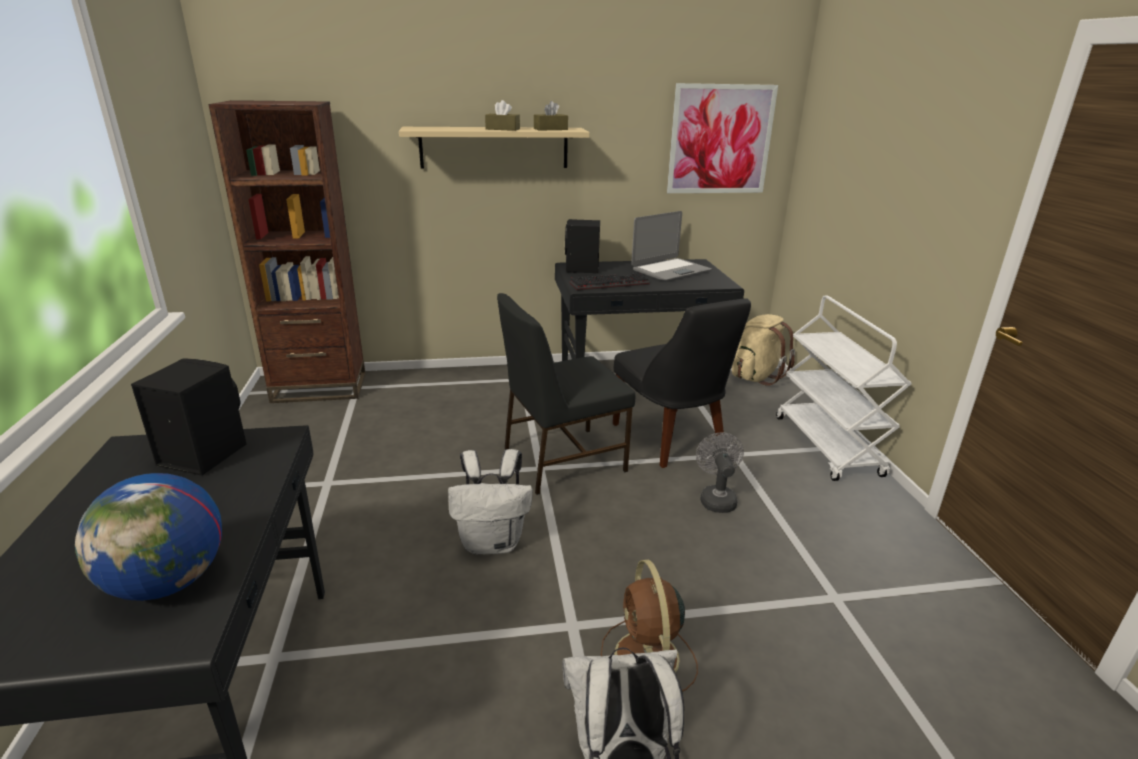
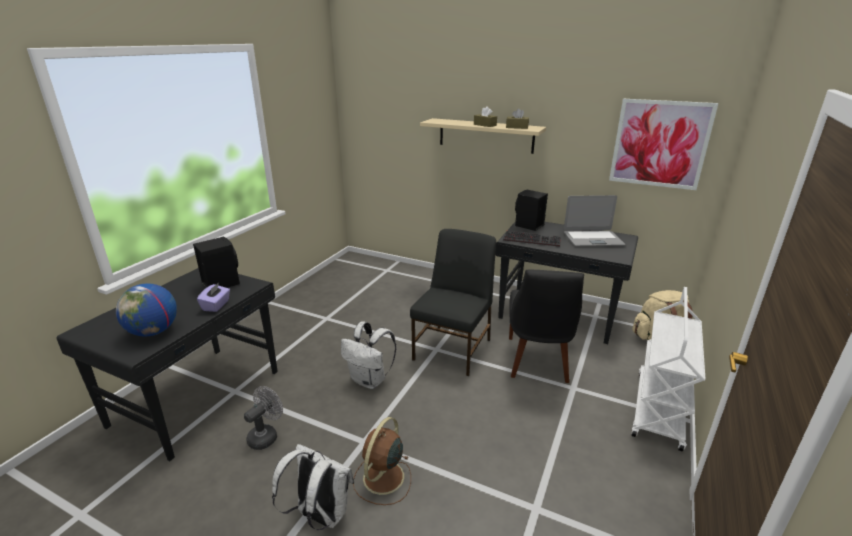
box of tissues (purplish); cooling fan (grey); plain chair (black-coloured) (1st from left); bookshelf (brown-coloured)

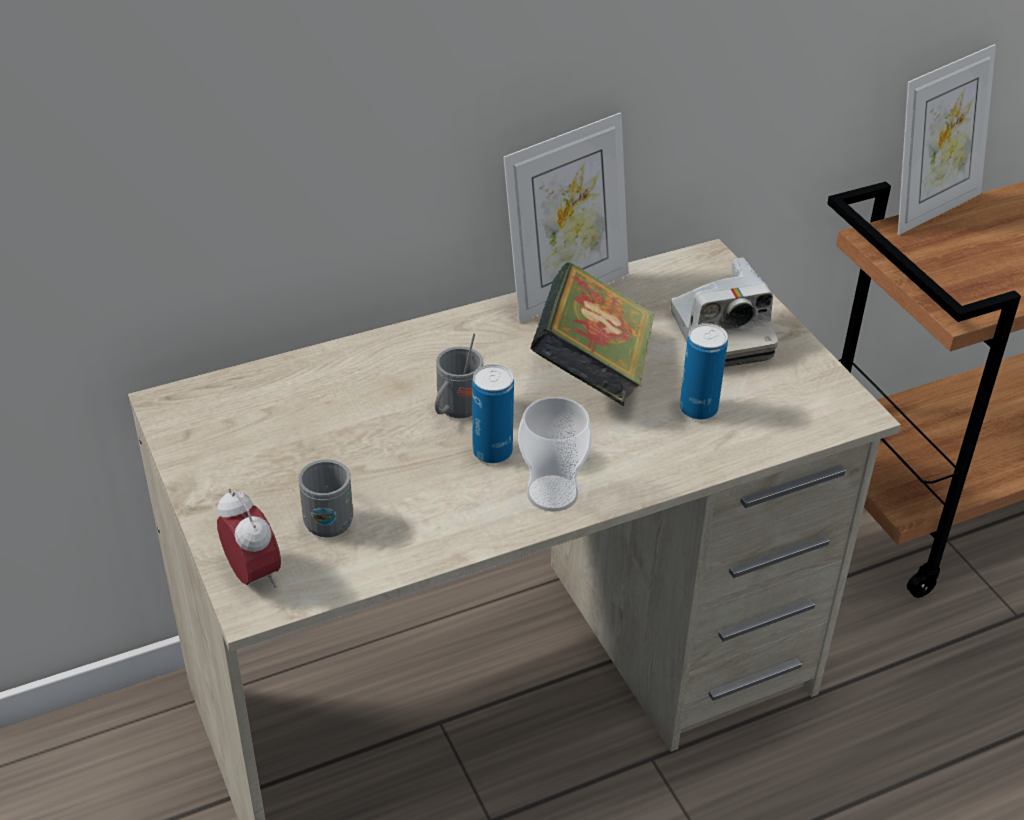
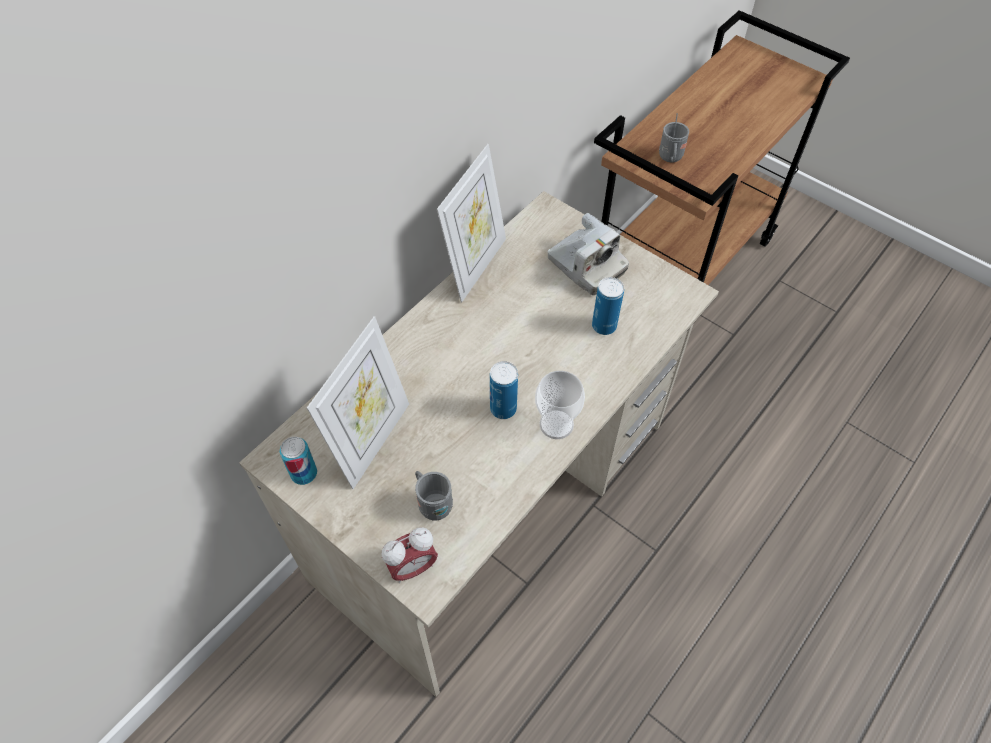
can (1st from left); photo frame (1st from left); bedside clock; mug (grey) (2nd from left); bound book

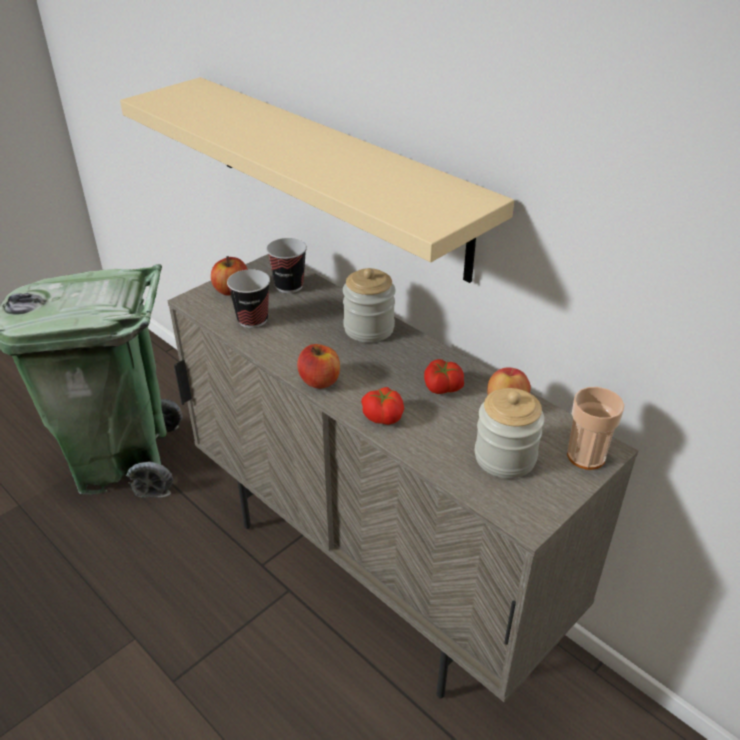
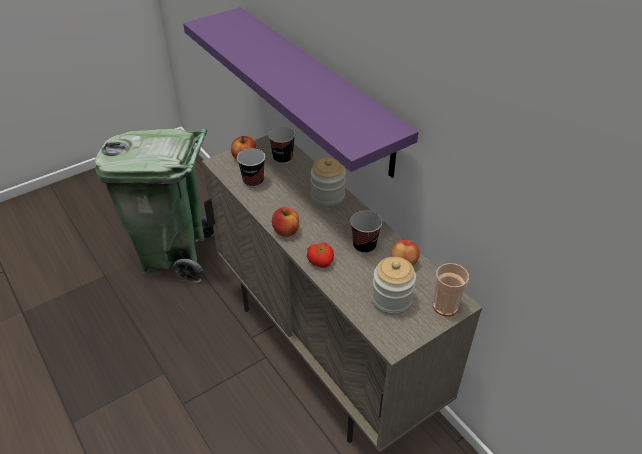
bracket shelf (purplish); cup (3rd from left)

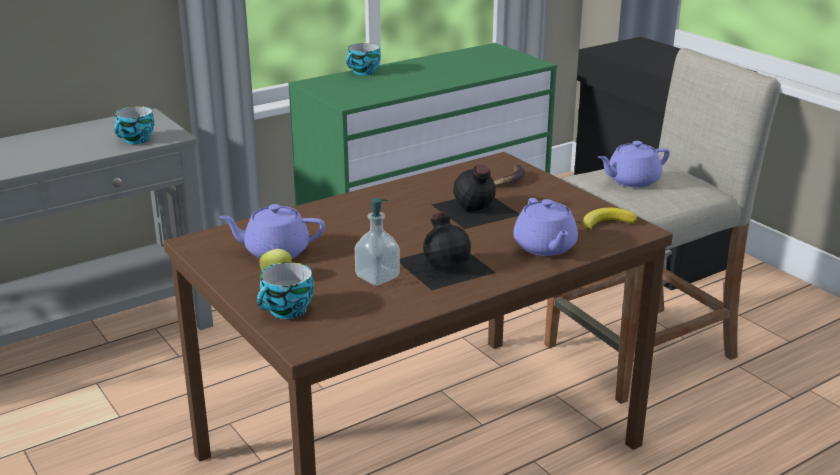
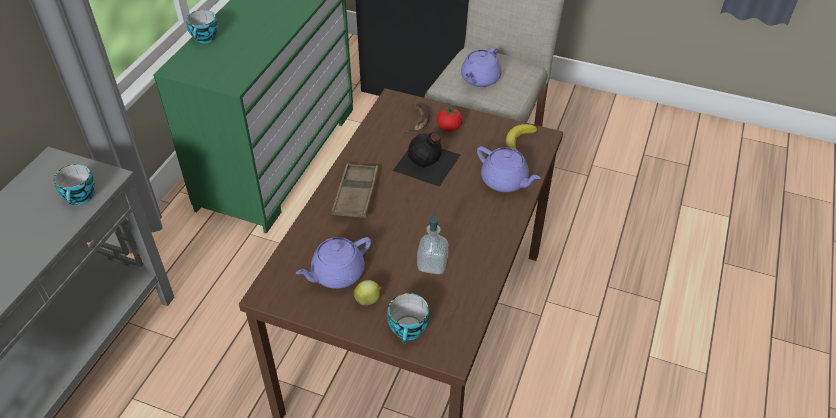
serving tray (brown-coloured); tomato; beverage bottle (black-coloured) (1st from left in the first image)

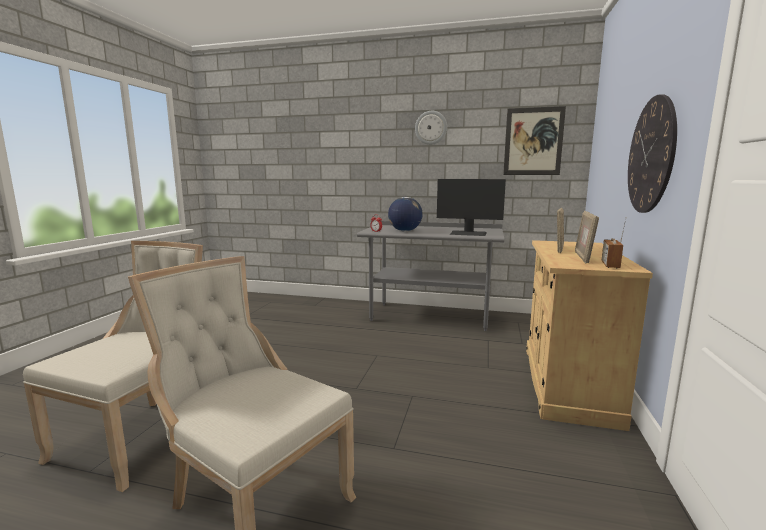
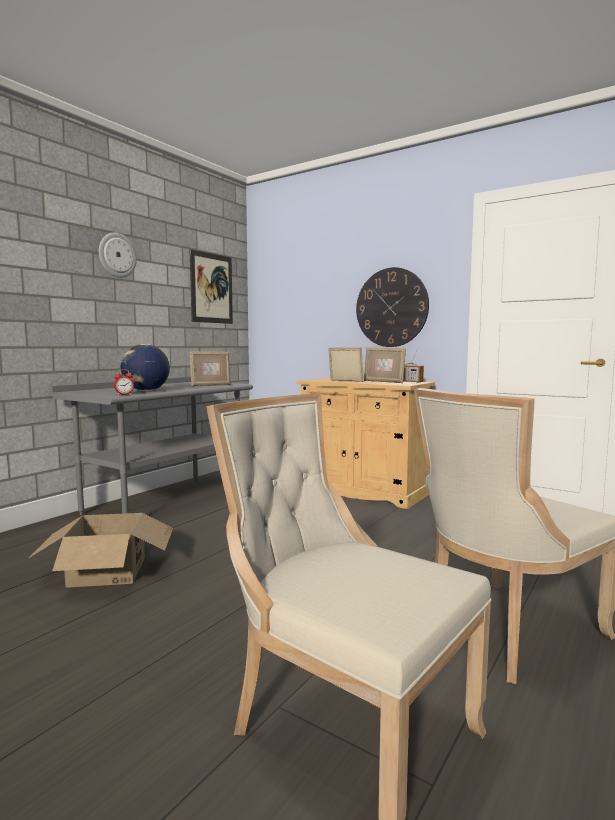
carton; photo frame (1st from left)

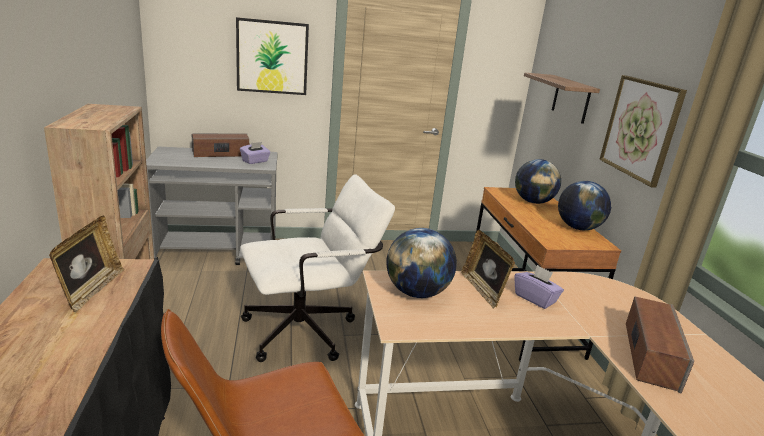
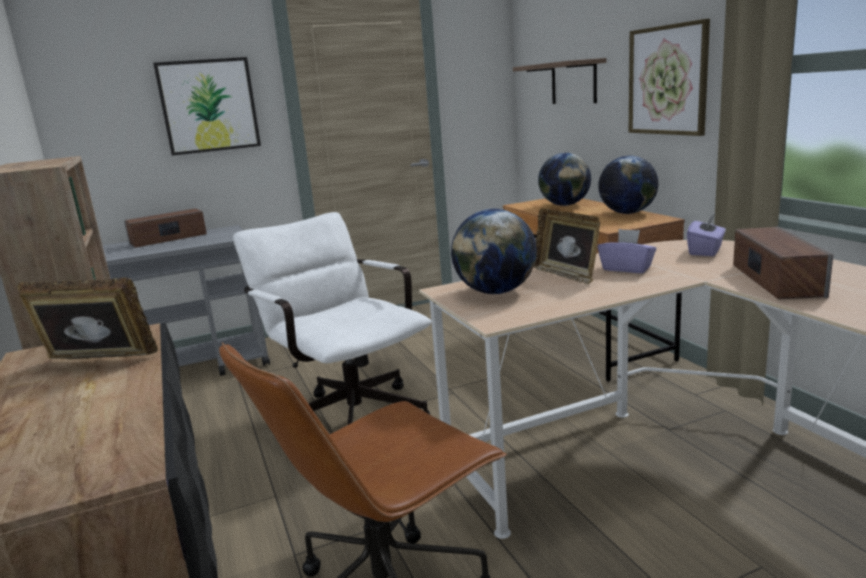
photo frame (1st from left); office chair (white-coloured); box of tissues (purplish) (2nd from left)

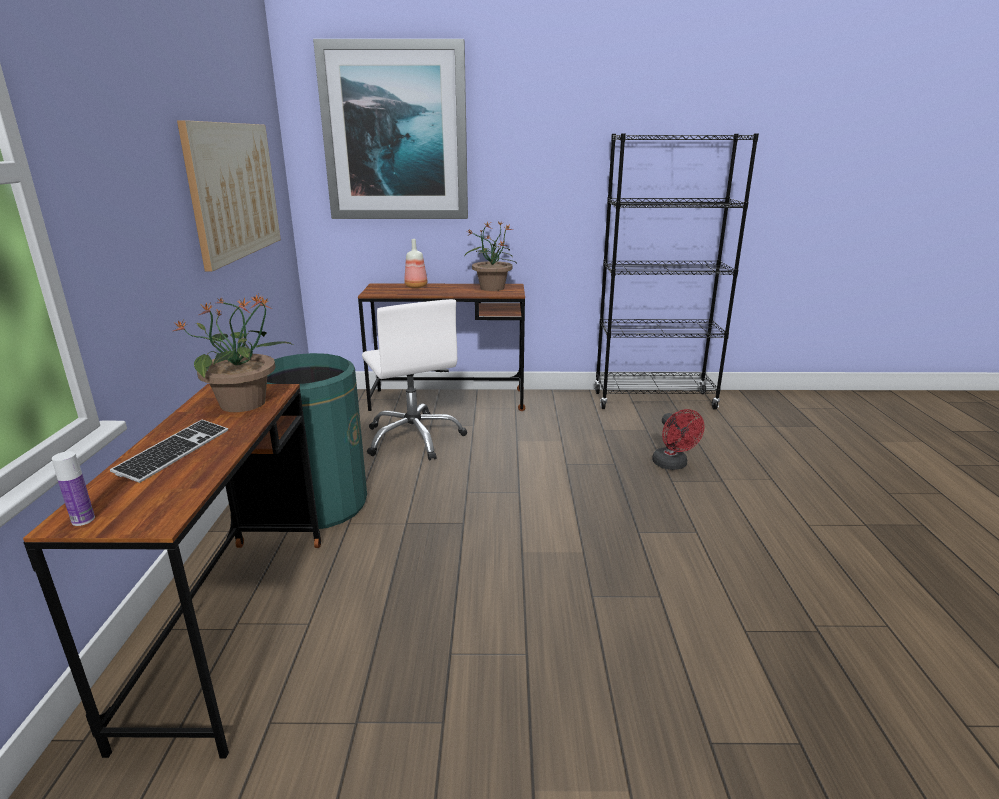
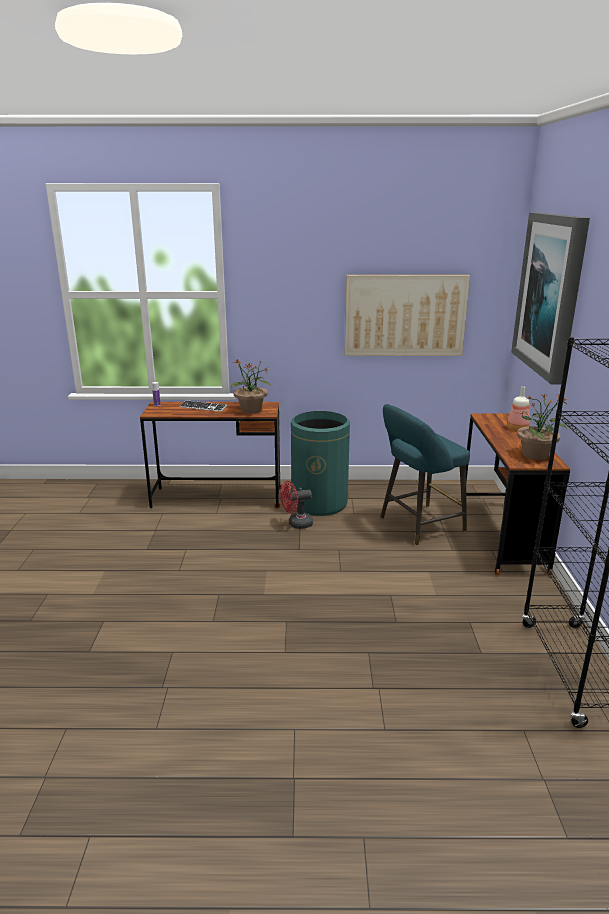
cooling fan (red-coloured); sitting stool (turquoise)

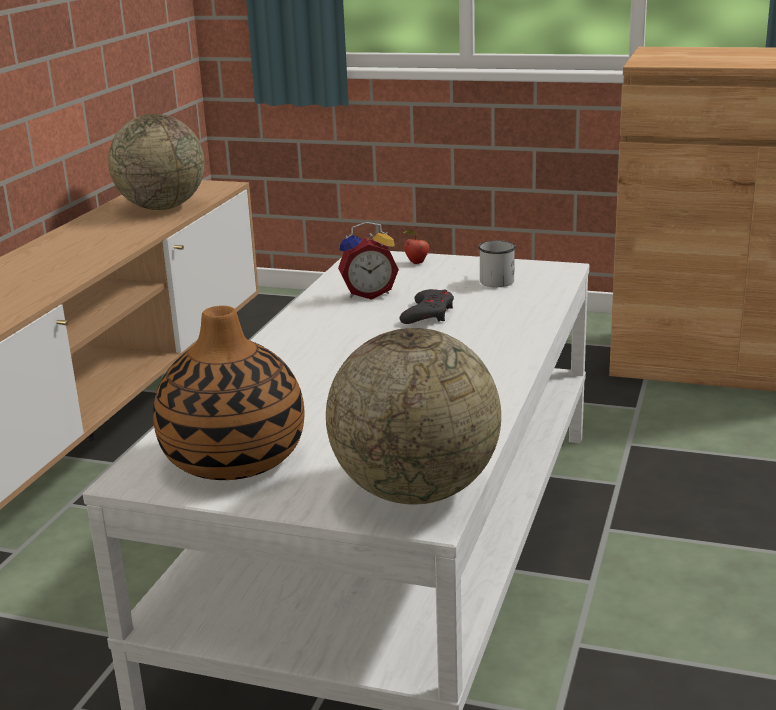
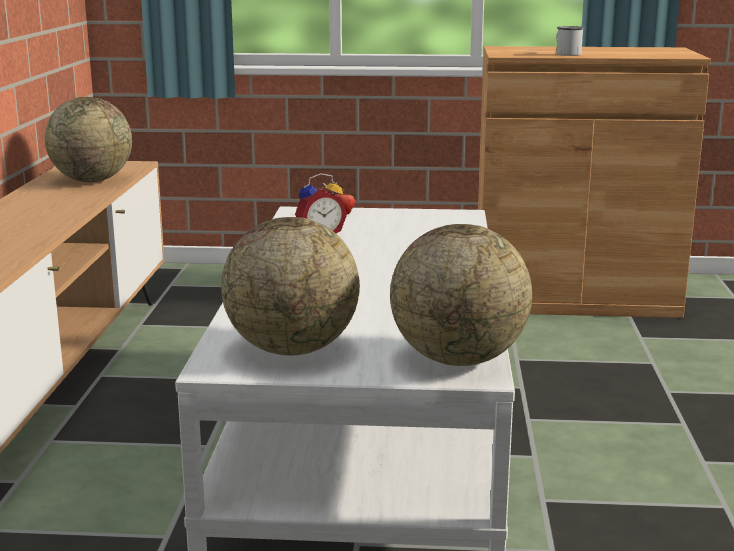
desk globe (2nd from left); mug (white-coloured); game controller (grey)

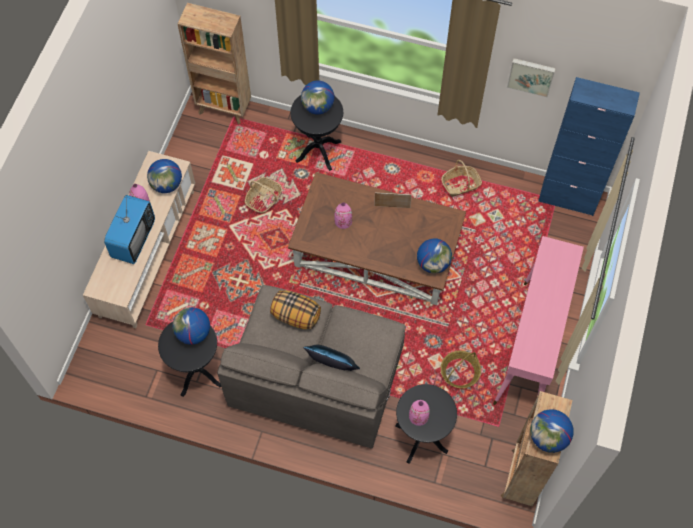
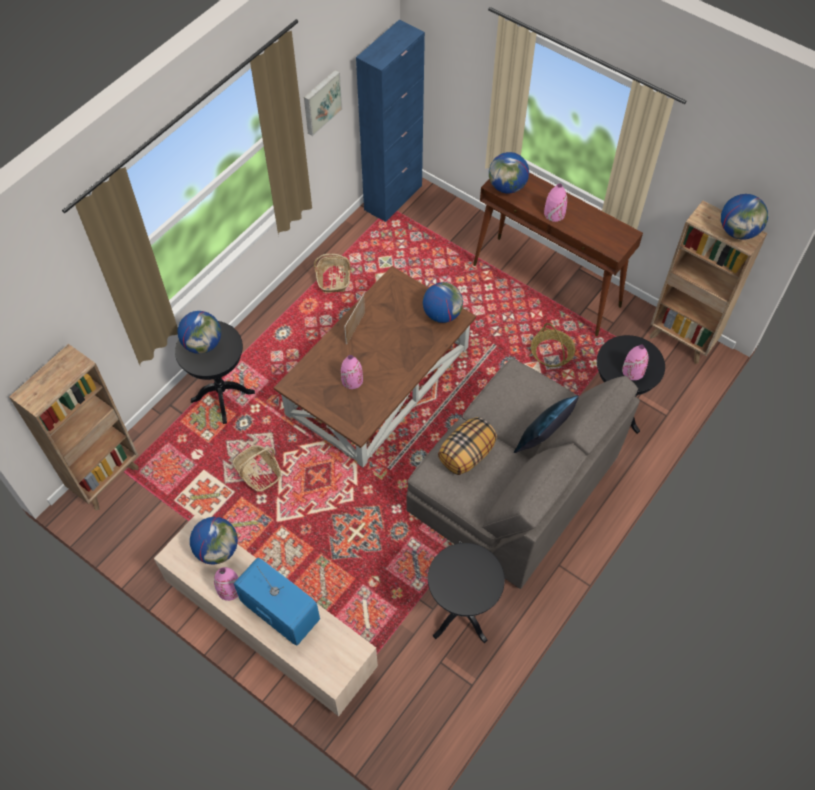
hall table (brown-coloured); desk globe (4th from left); vase (pinkish) (3rd from left)

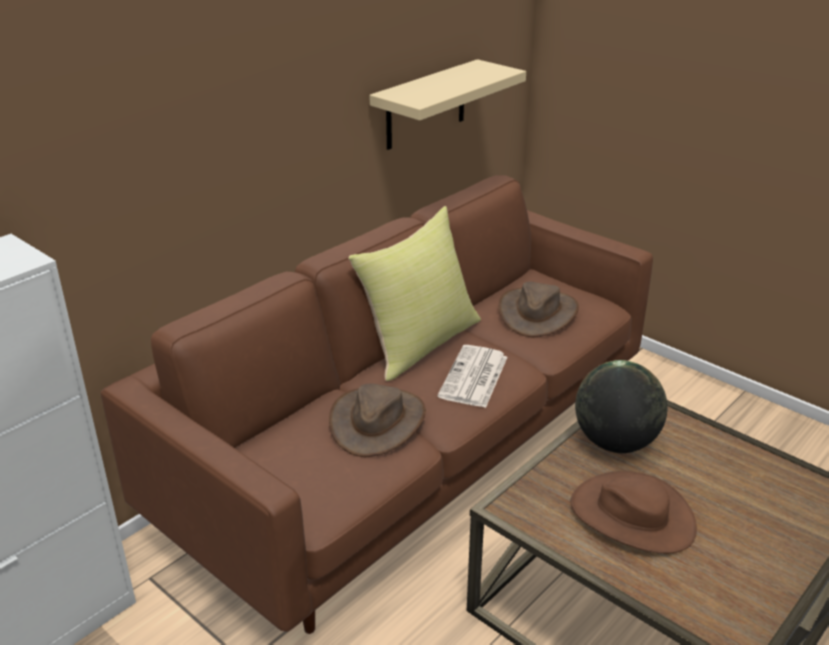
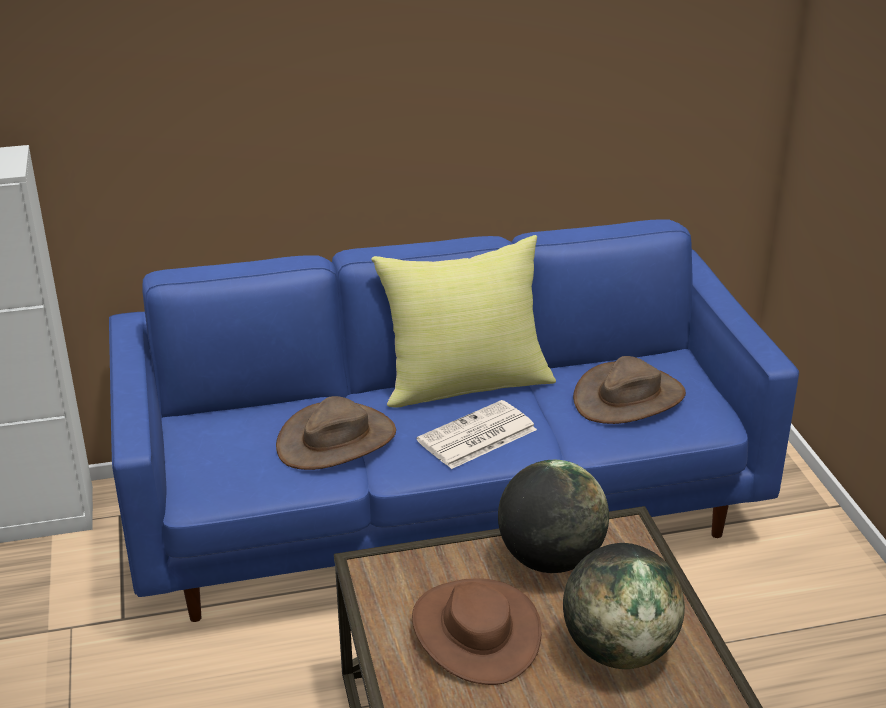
couch (blue-coloured); desk globe (2nd from left); bracket shelf (sand-coloured)

